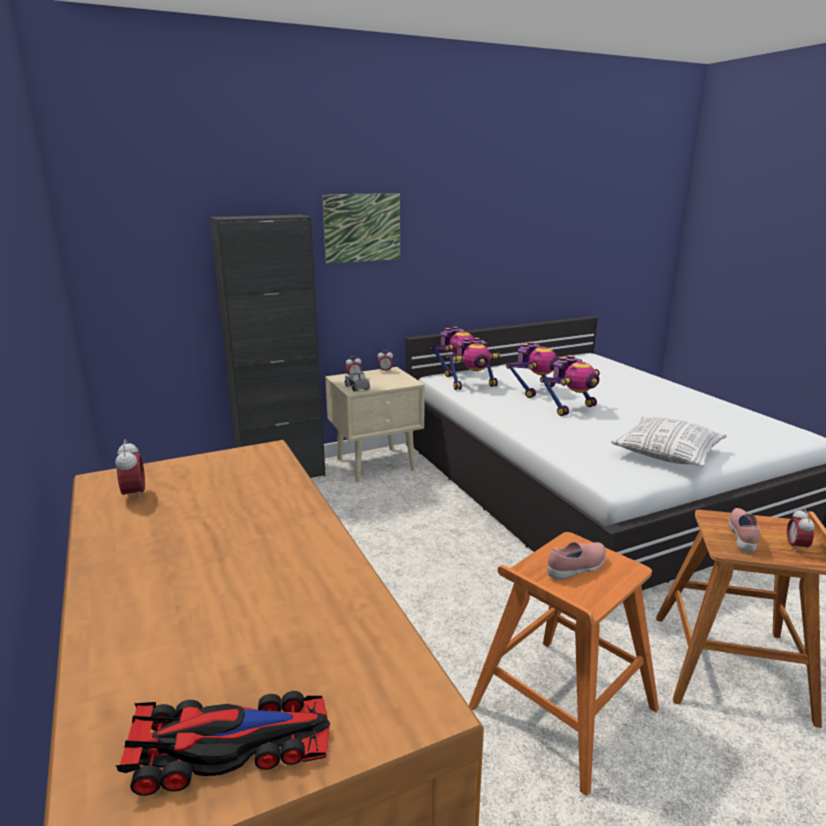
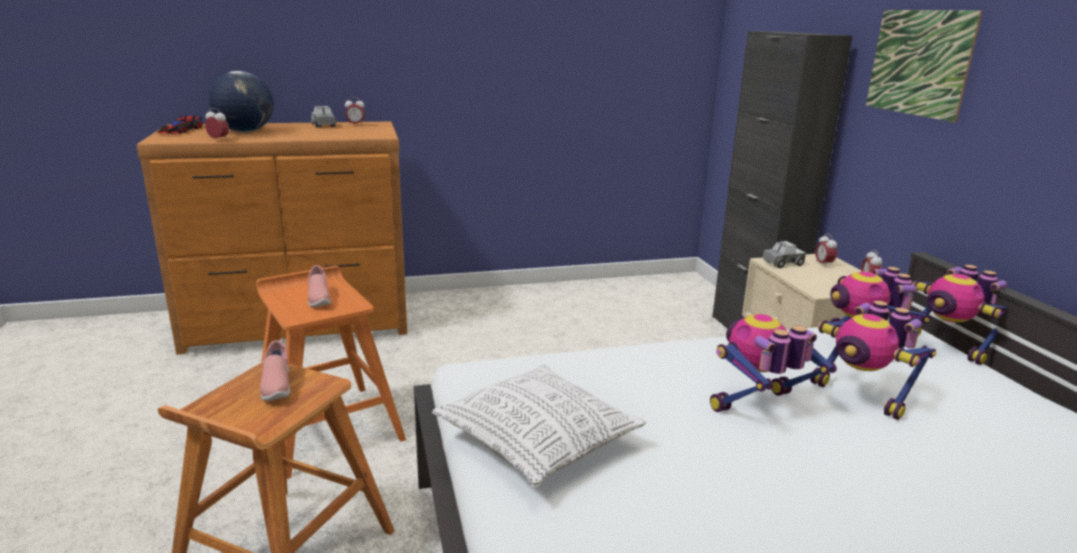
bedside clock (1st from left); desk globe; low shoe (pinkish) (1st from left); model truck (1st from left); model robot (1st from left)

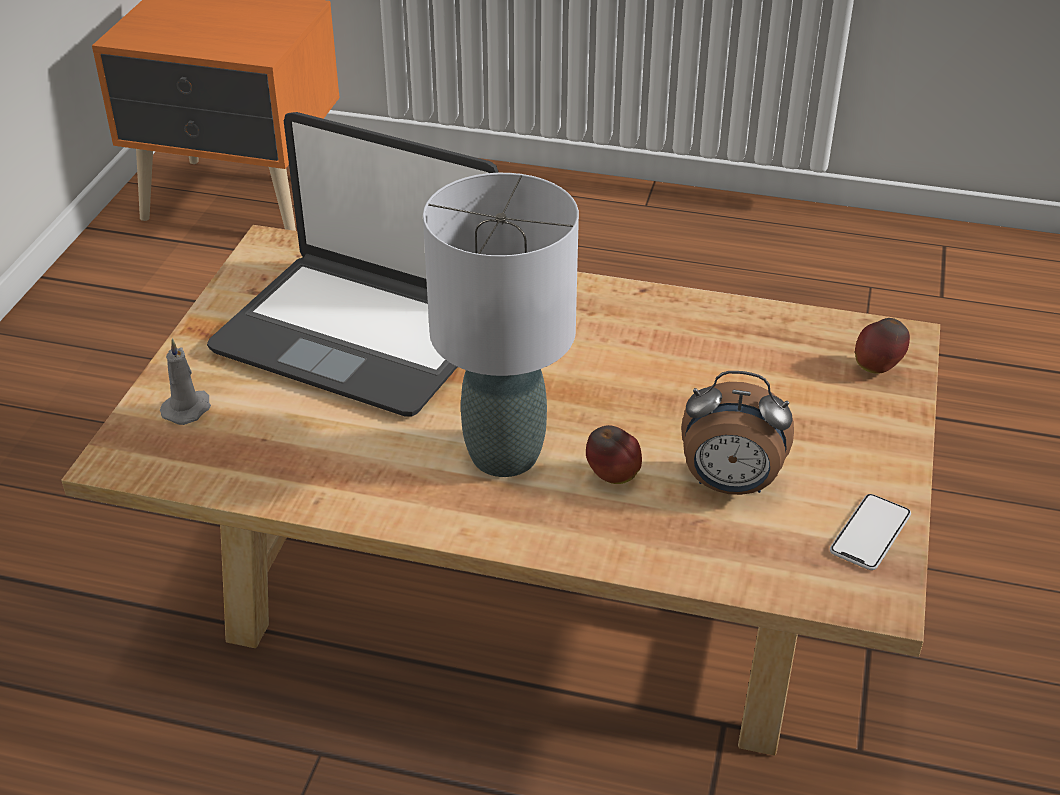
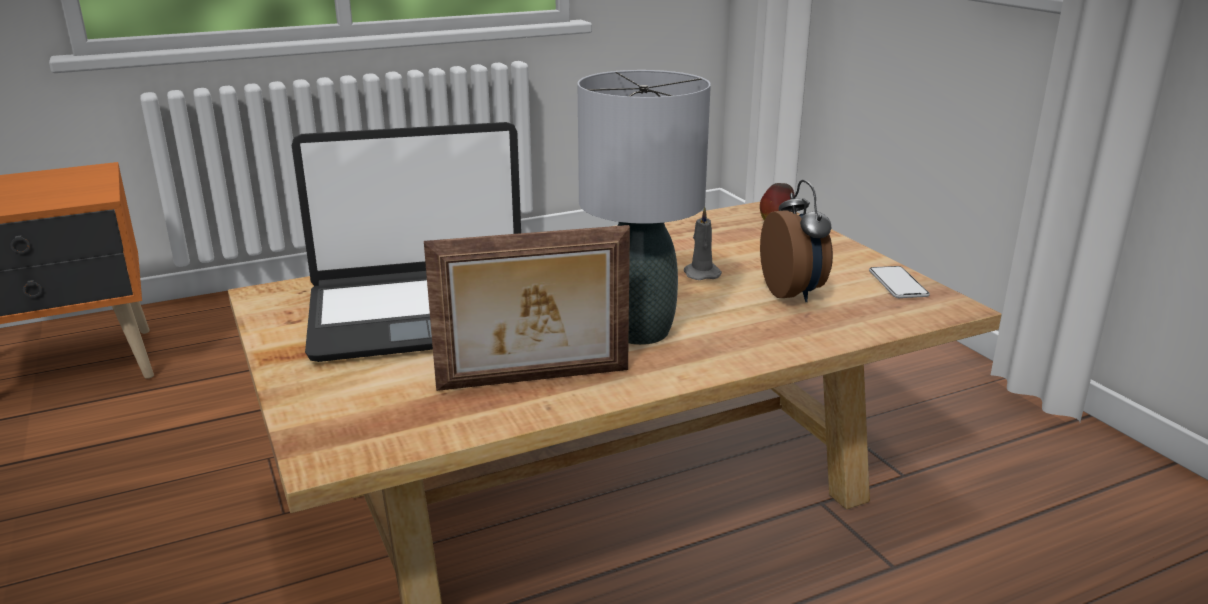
photo frame; wax candle (grey); bedside clock; apple fruit (1st from left in the first image)

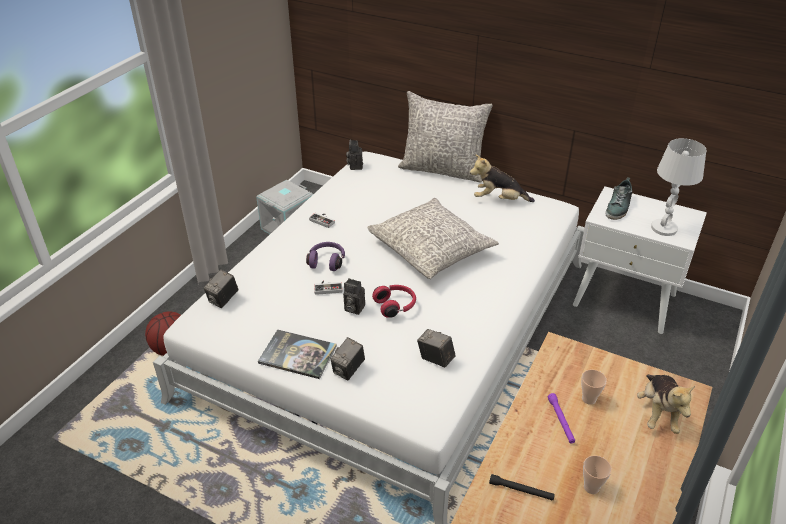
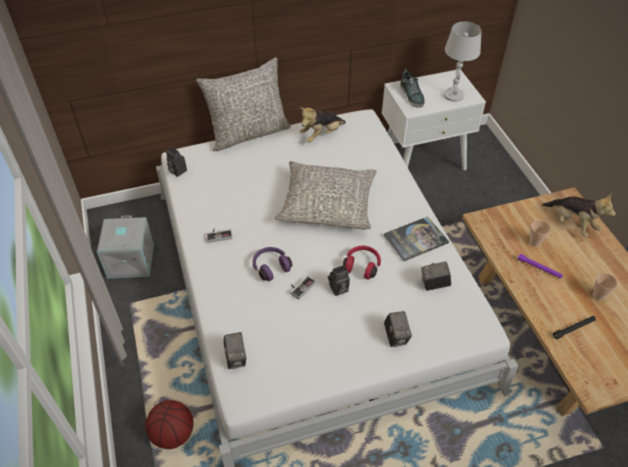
bound book

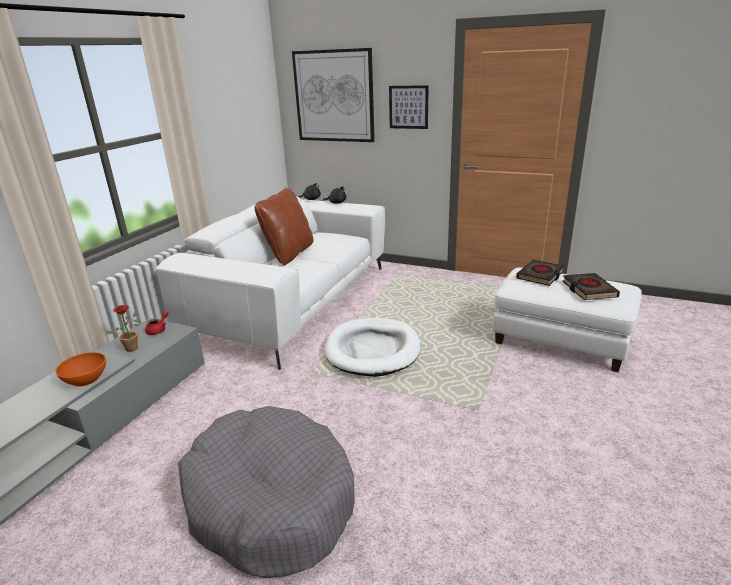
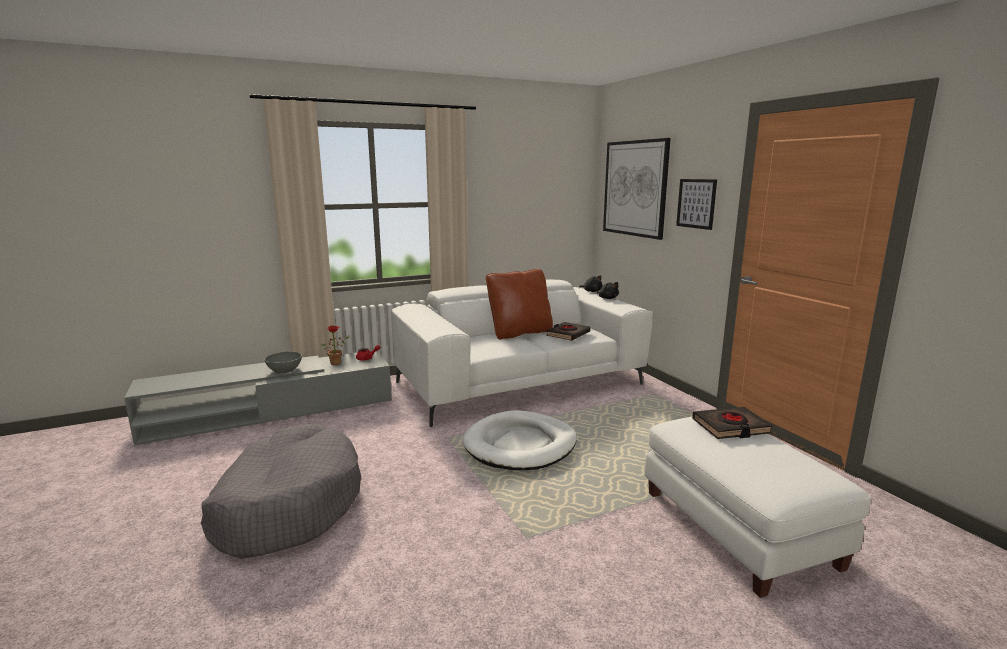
deep dish (grey); bound book (black-coloured) (1st from left)

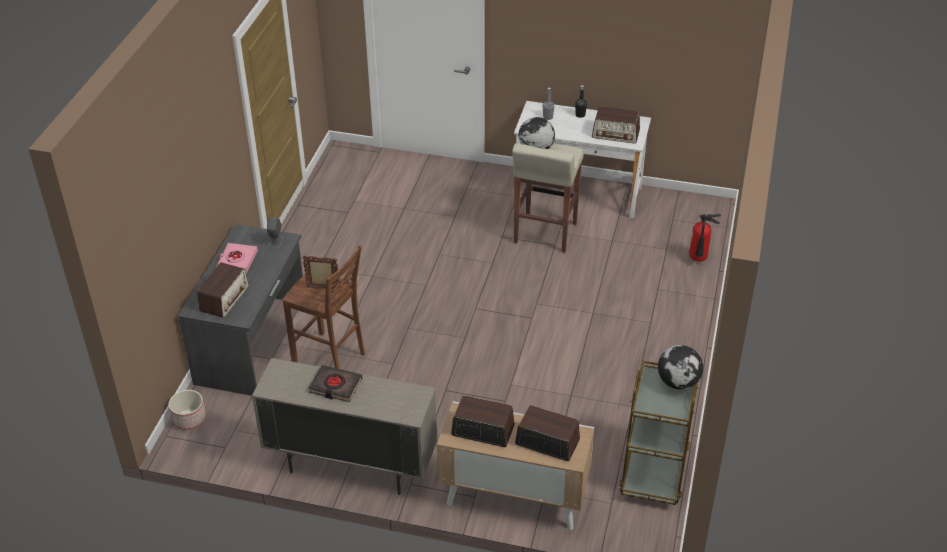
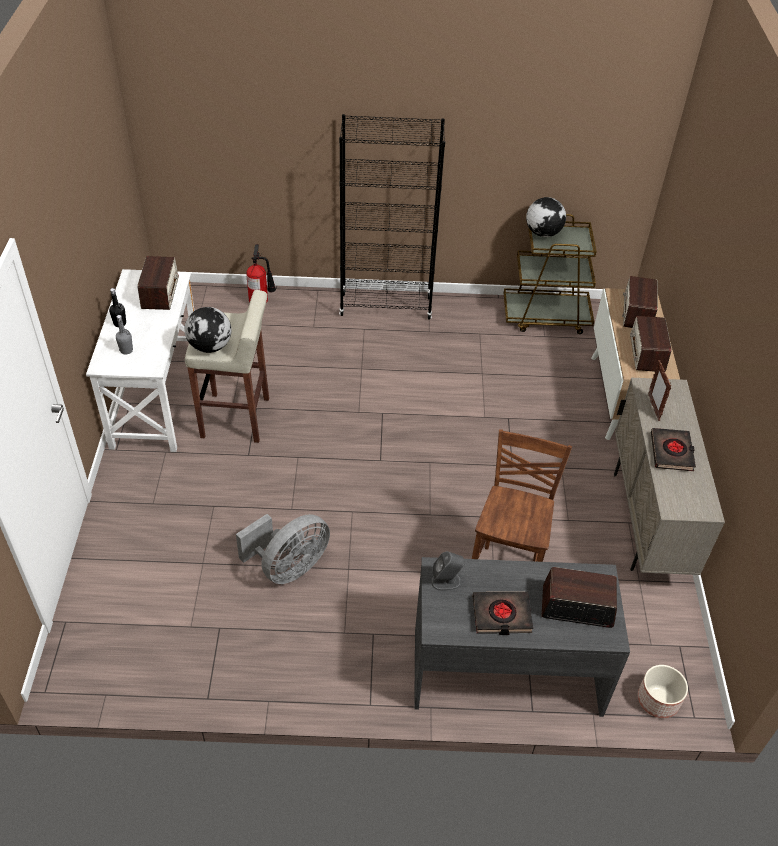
cooling fan (grey); bookshelf (black-coloured); bound book (black-coloured) (1st from left); photo frame

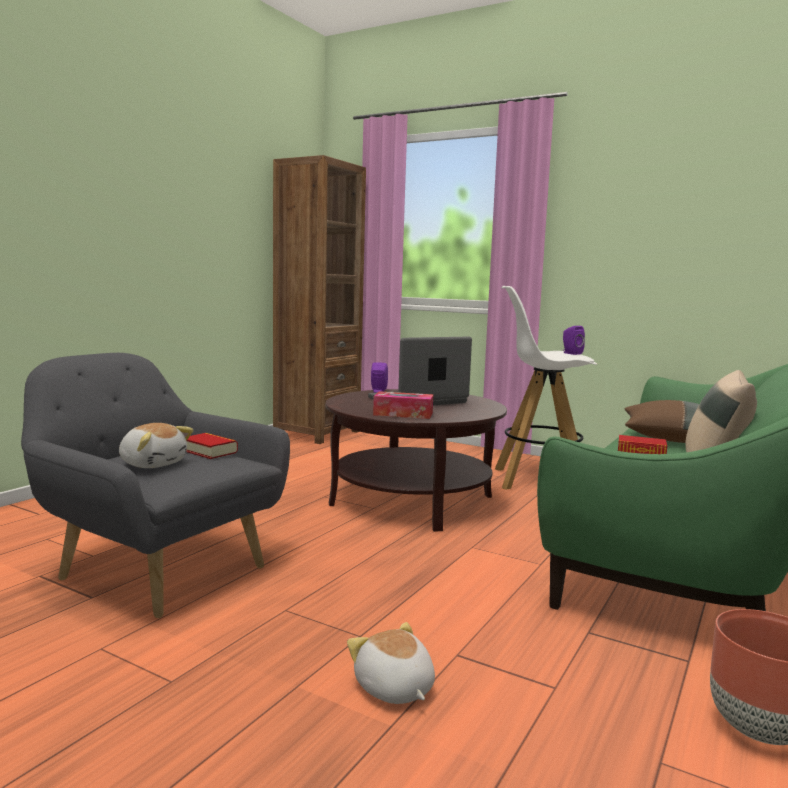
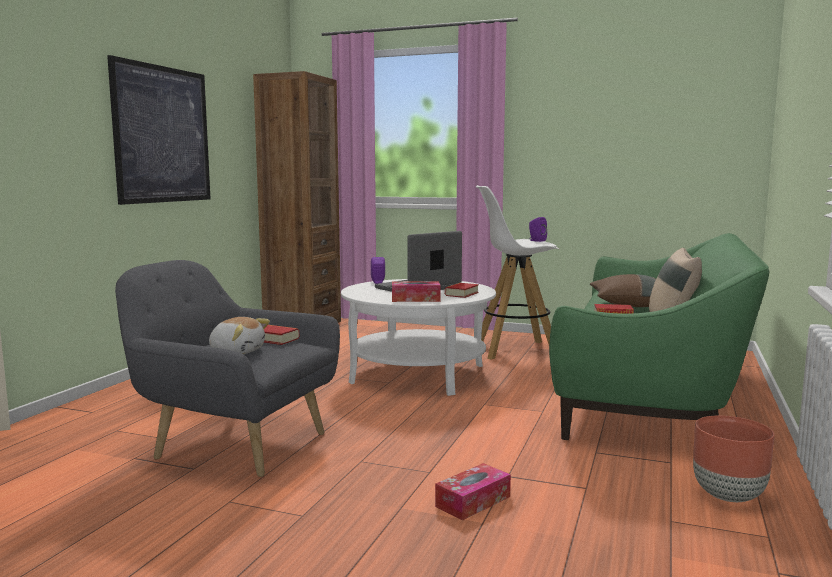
picture; low table (white-coloured); box of tissues (2nd from left); bound book (2nd from left)

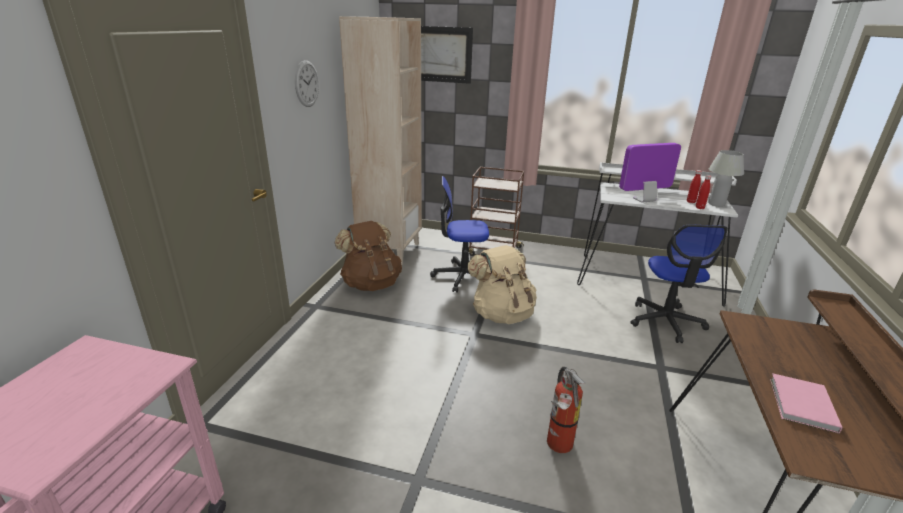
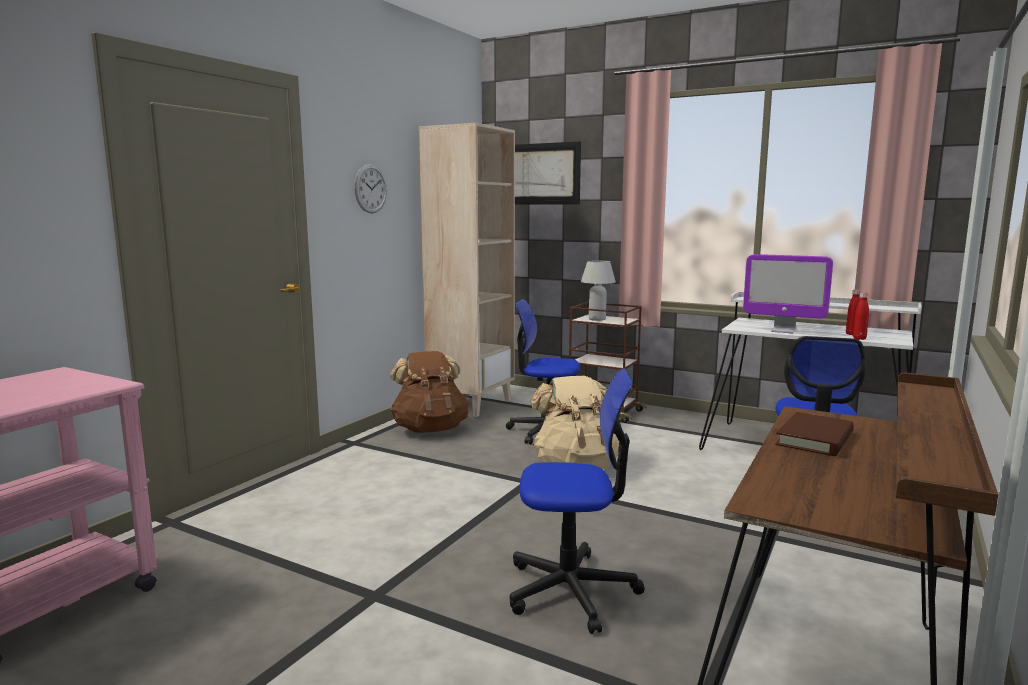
office chair (2nd from left); lamp for a table (white-coloured); computer display; bound book (brown-coloured); bound book (pinkish)

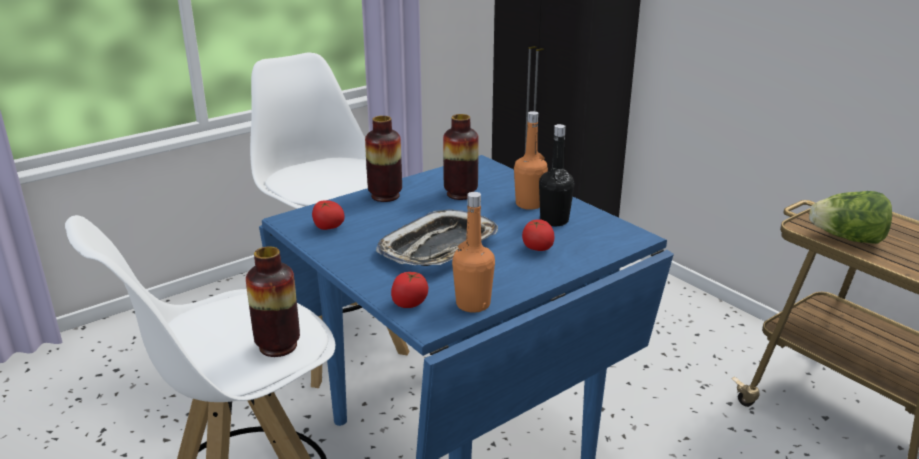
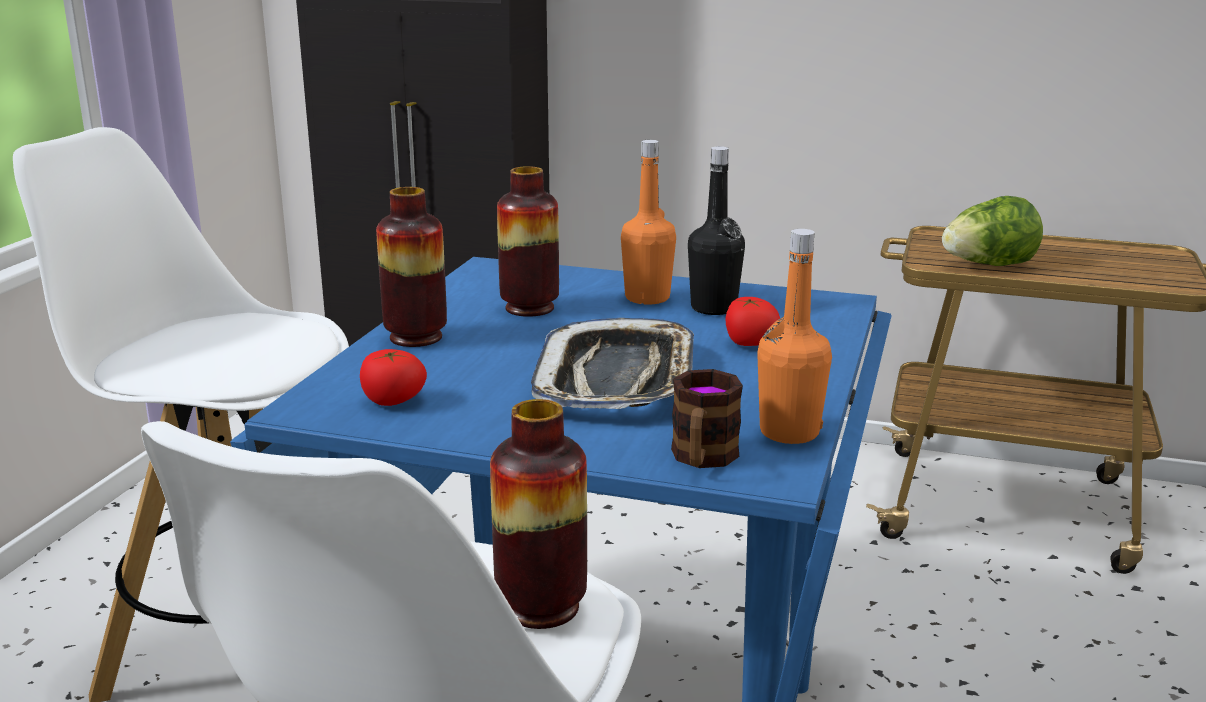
mug

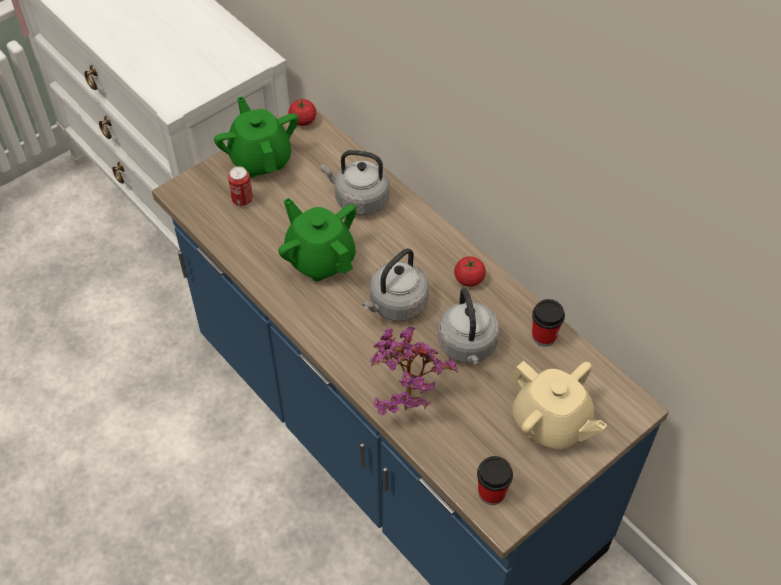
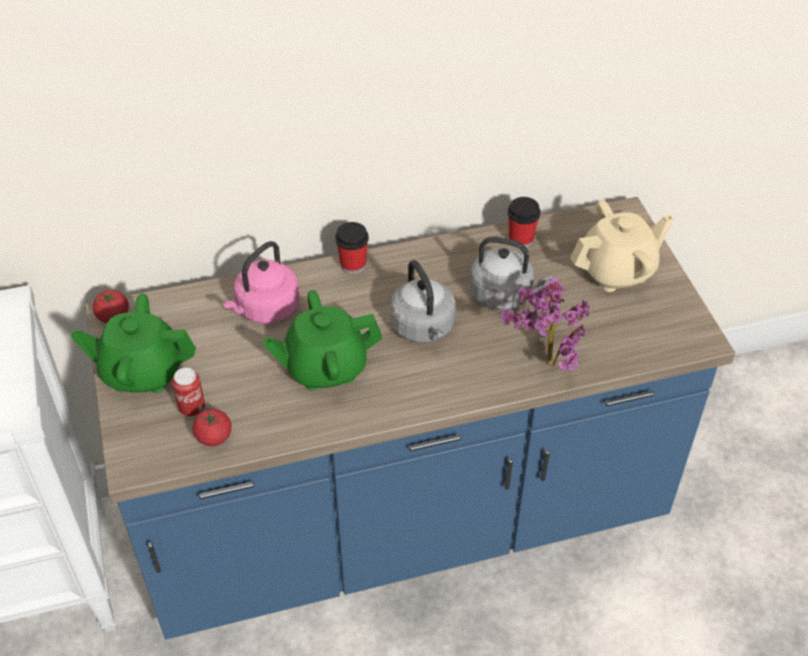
tomato (2nd from left); kettle (pinkish); cup (1st from left)

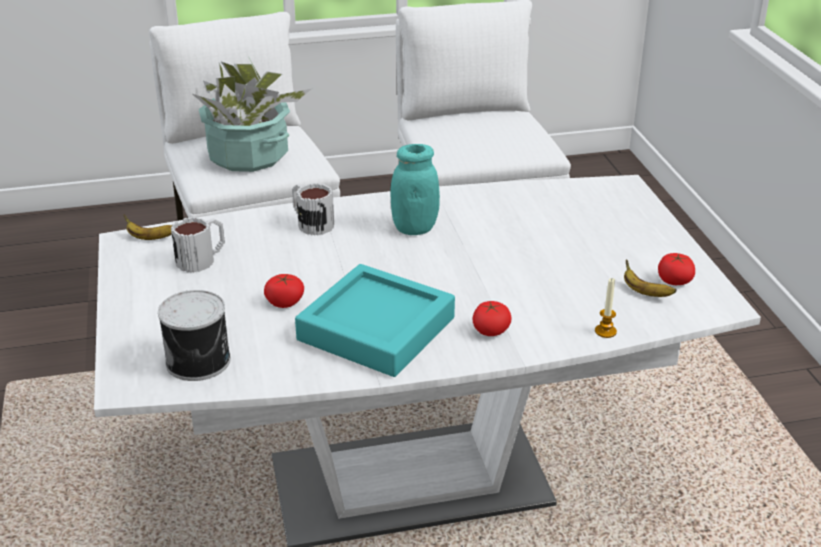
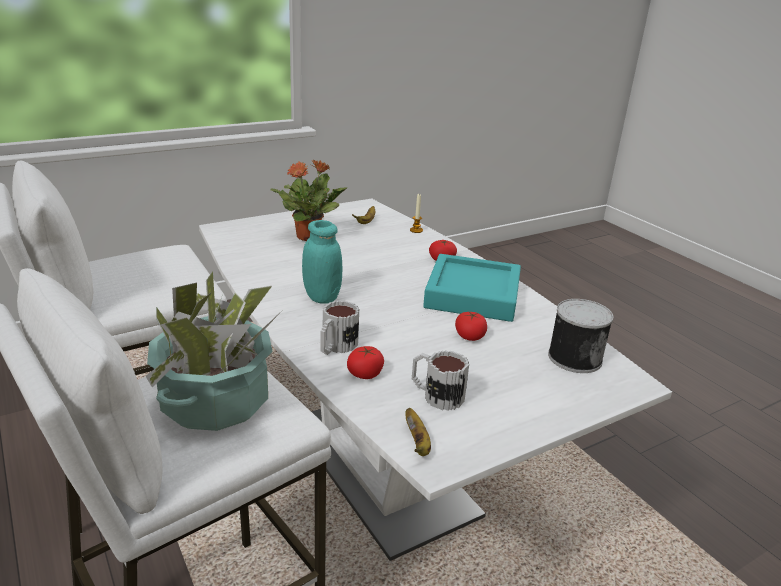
plant in a pot (2nd from left); tomato (1st from left)

